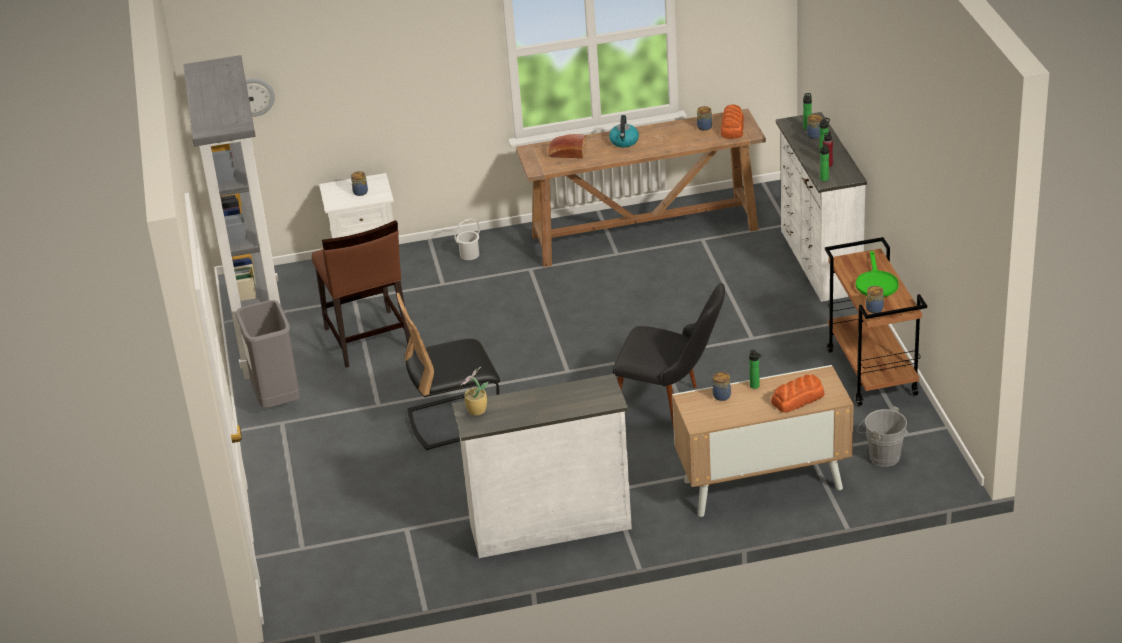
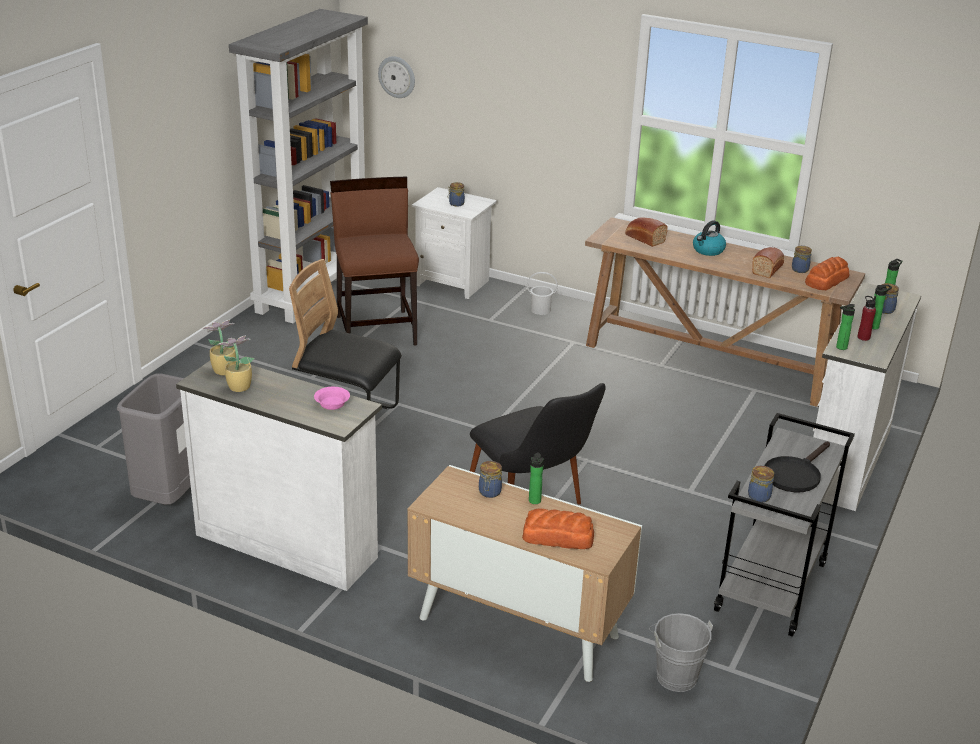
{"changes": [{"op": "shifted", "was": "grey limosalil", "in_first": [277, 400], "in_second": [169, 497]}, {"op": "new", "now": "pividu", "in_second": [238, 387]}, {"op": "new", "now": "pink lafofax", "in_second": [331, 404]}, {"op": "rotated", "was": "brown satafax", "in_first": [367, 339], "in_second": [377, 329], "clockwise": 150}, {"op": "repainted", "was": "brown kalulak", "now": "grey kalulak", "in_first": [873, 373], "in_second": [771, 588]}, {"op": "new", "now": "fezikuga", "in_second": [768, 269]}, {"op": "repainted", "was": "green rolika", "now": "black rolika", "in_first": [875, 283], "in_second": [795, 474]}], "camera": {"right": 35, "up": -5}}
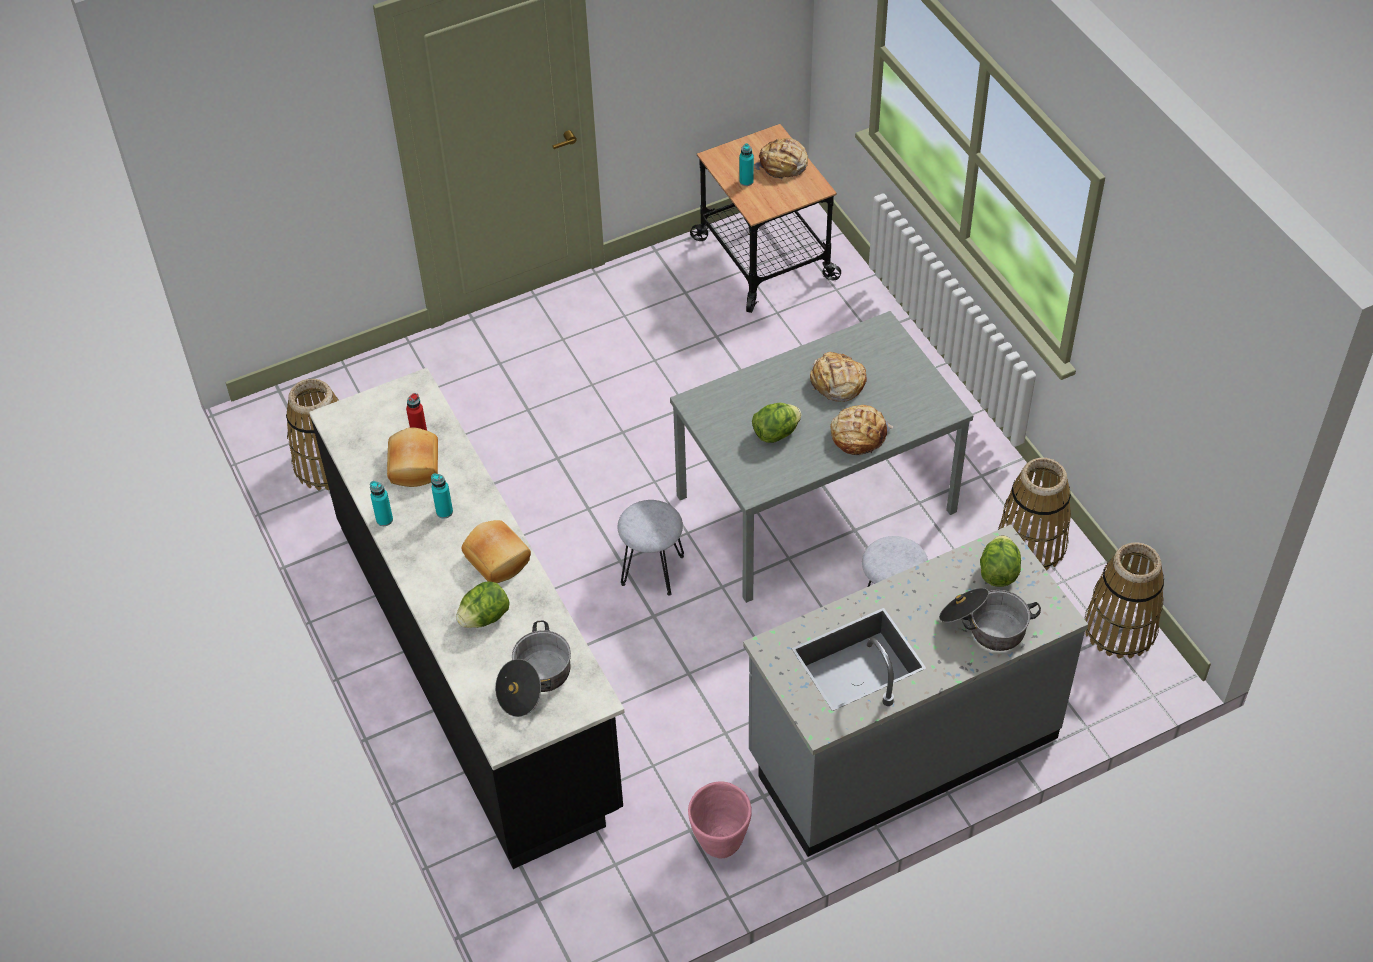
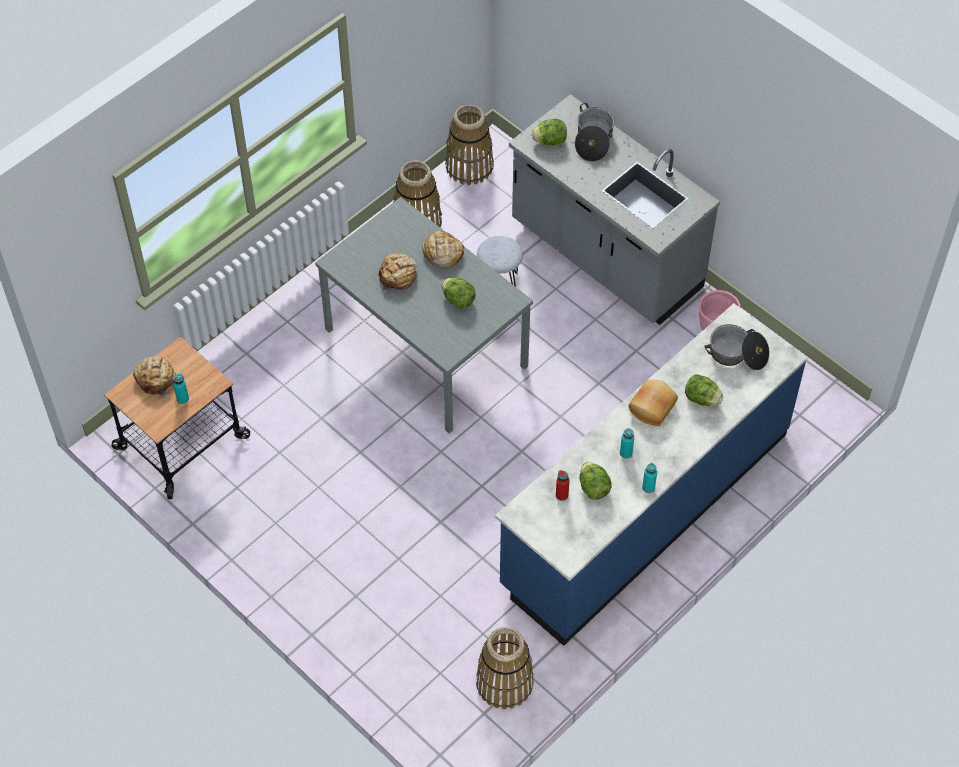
{"changes": [{"op": "repainted", "was": "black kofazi", "now": "blue kofazi", "in_first": [478, 664], "in_second": [644, 509]}, {"op": "swapped", "was": "fezikuga", "now": "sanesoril", "in_first": [413, 466], "in_second": [593, 488]}, {"op": "gone", "was": "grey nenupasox", "in_first": [652, 570]}], "camera": {"right": -110, "up": 5}}
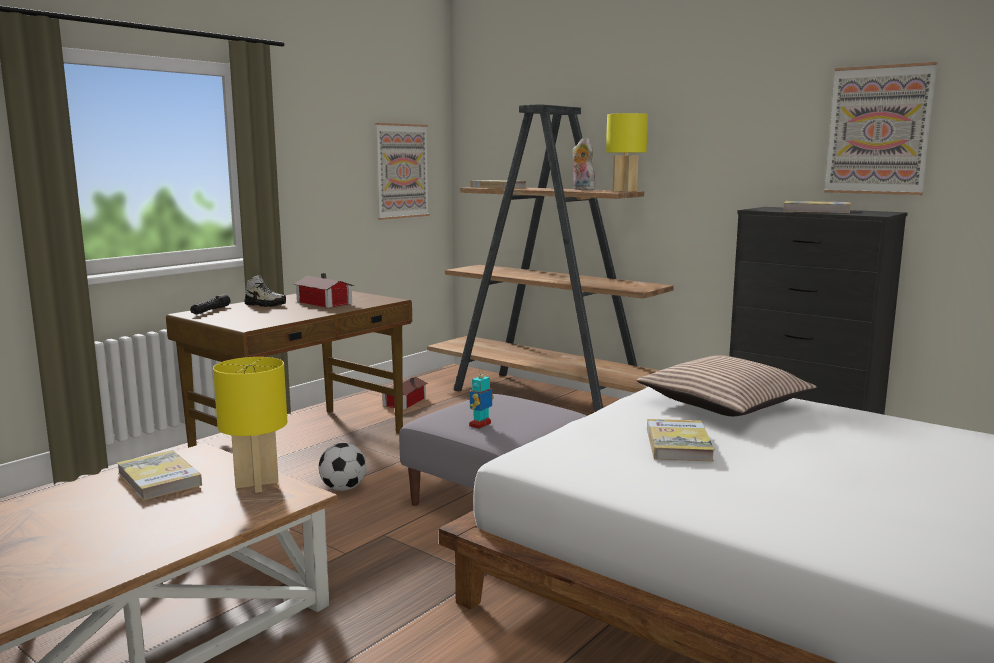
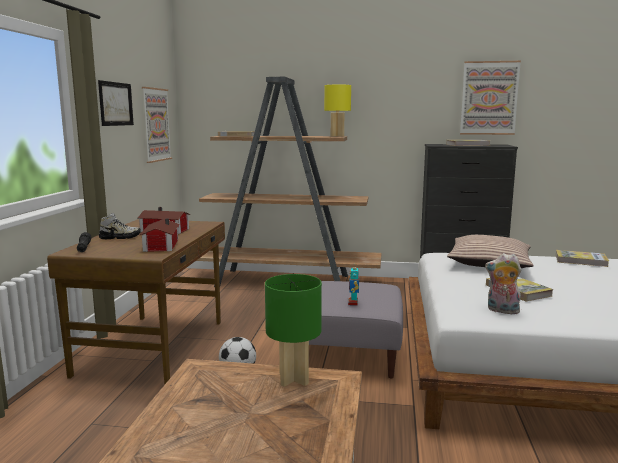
{"changes": [{"op": "new", "now": "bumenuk", "in_second": [116, 104]}, {"op": "shifted", "was": "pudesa", "in_first": [403, 402], "in_second": [159, 245]}, {"op": "repainted", "was": "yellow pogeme", "now": "green pogeme", "in_first": [256, 484], "in_second": [293, 379]}, {"op": "shifted", "was": "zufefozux", "in_first": [581, 189], "in_second": [501, 311]}, {"op": "shifted", "was": "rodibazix", "in_first": [159, 479], "in_second": [581, 261]}], "camera": {"right": -30, "up": 0}}
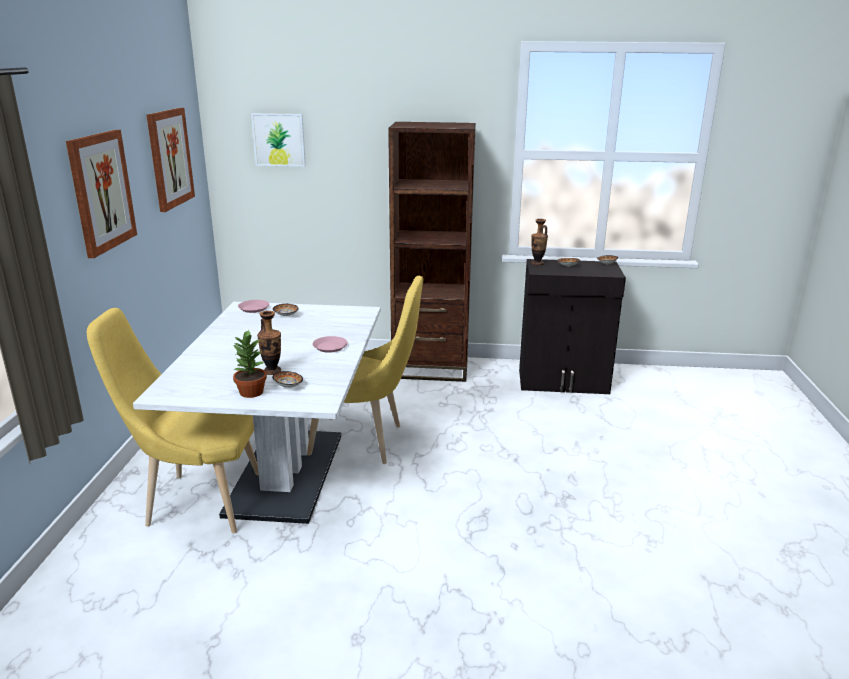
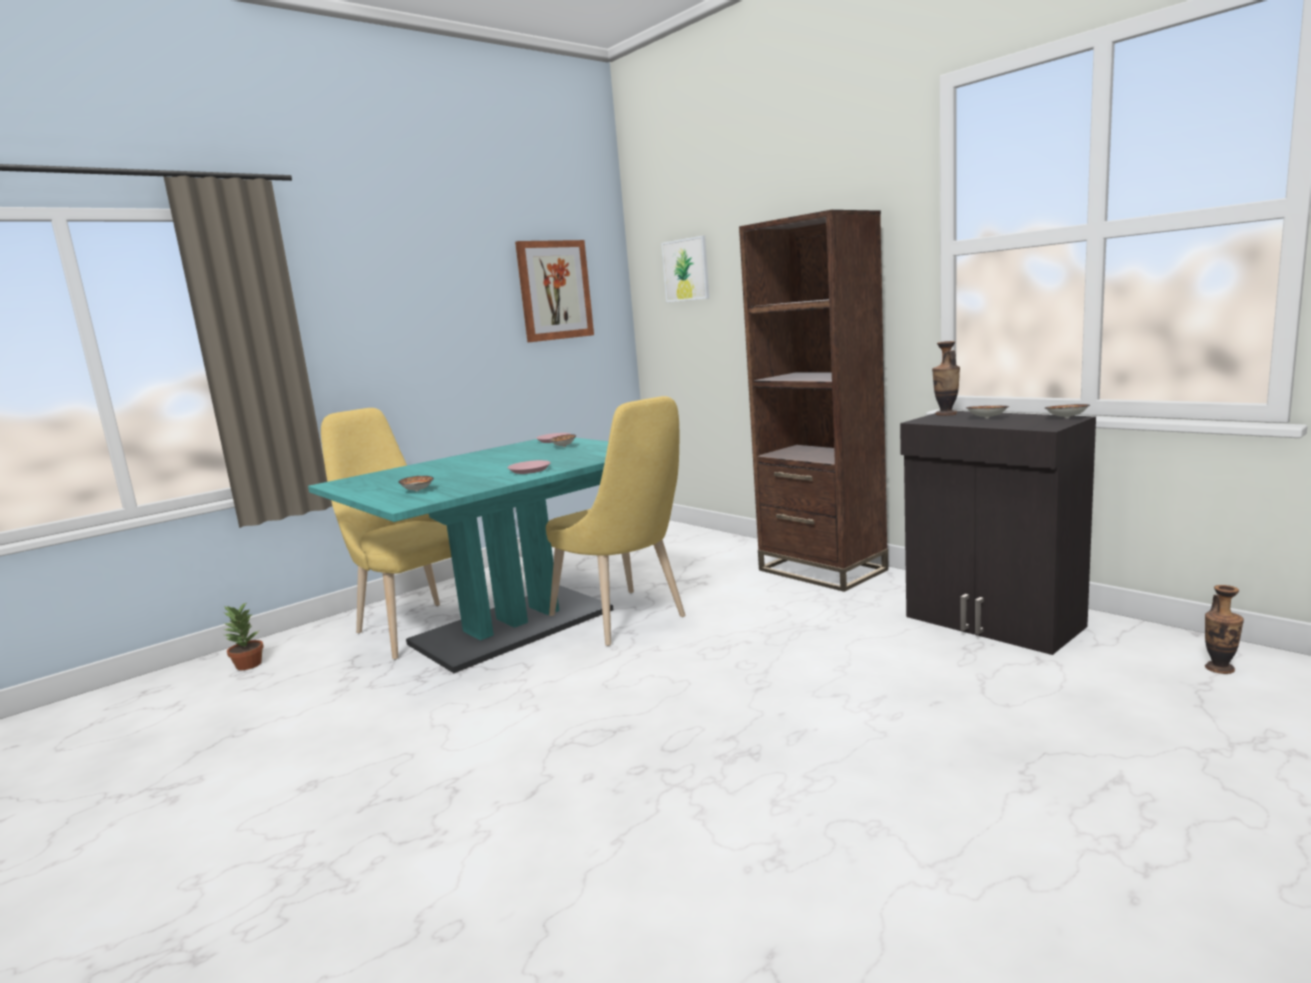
{"changes": [{"op": "shifted", "was": "pividu", "in_first": [251, 392], "in_second": [248, 665]}, {"op": "repainted", "was": "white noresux", "now": "turquoise noresux", "in_first": [286, 473], "in_second": [512, 627]}, {"op": "shifted", "was": "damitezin", "in_first": [272, 371], "in_second": [1219, 669]}, {"op": "gone", "was": "bumenuk", "in_first": [101, 192]}], "camera": {"right": 45, "up": -10}}
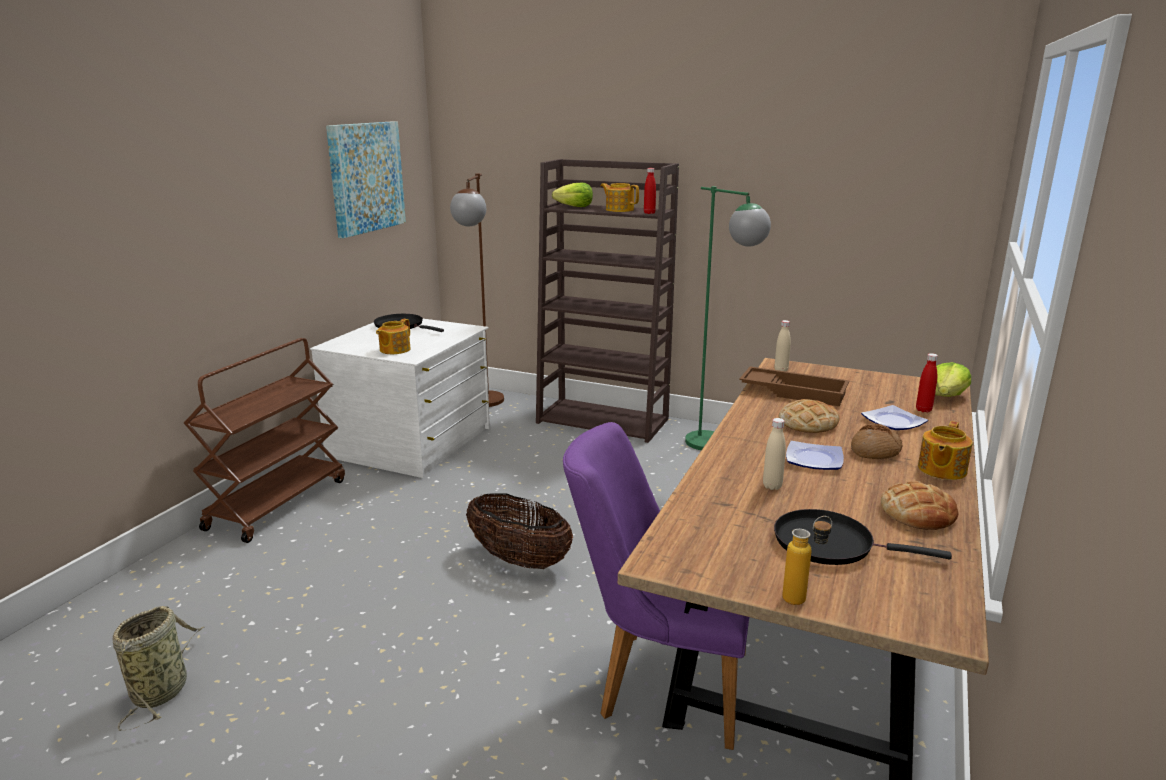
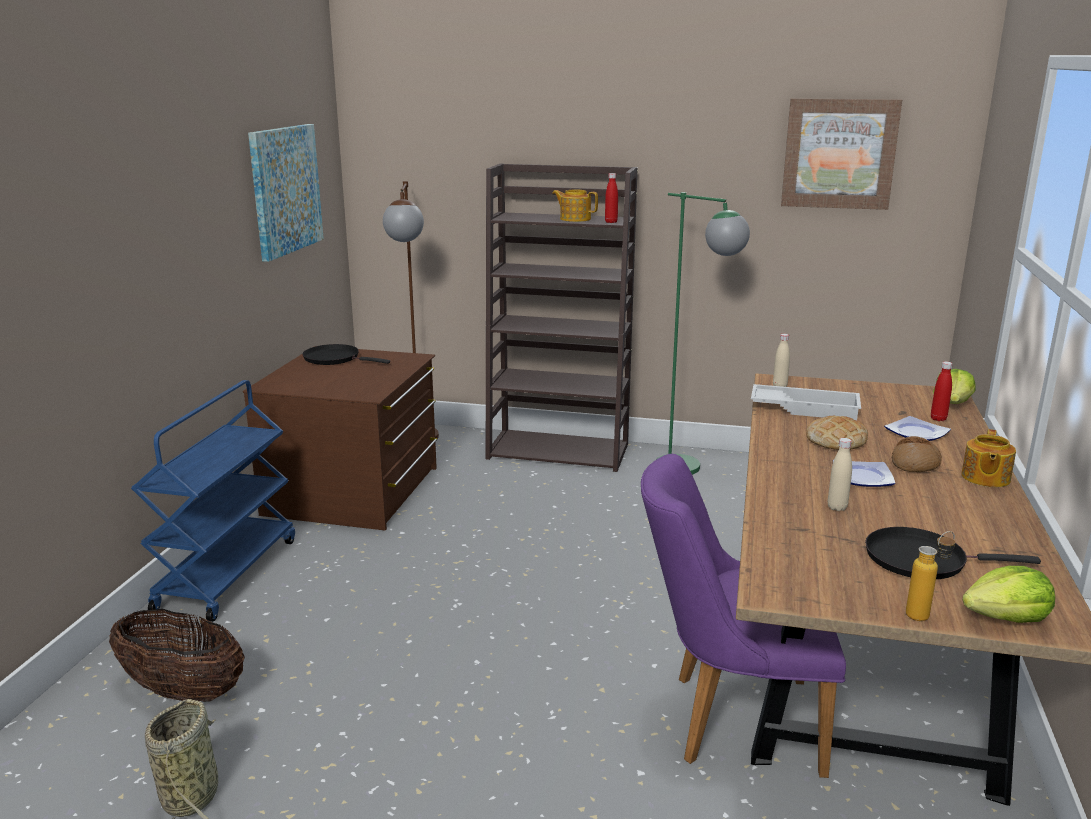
{"changes": [{"op": "shifted", "was": "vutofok", "in_first": [519, 560], "in_second": [183, 691]}, {"op": "repainted", "was": "brown kalulak", "now": "blue kalulak", "in_first": [277, 503], "in_second": [227, 573]}, {"op": "repainted", "was": "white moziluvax", "now": "brown moziluvax", "in_first": [412, 442], "in_second": [355, 491]}, {"op": "repainted", "was": "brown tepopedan", "now": "white tepopedan", "in_first": [794, 392], "in_second": [805, 408]}, {"op": "new", "now": "bumenuk", "in_second": [839, 153]}, {"op": "shifted", "was": "sanesoril", "in_first": [574, 207], "in_second": [1006, 618]}, {"op": "gone", "was": "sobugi", "in_first": [394, 350]}, {"op": "gone", "was": "fezikuga", "in_first": [917, 513]}], "camera": {"right": -10, "up": 0}}
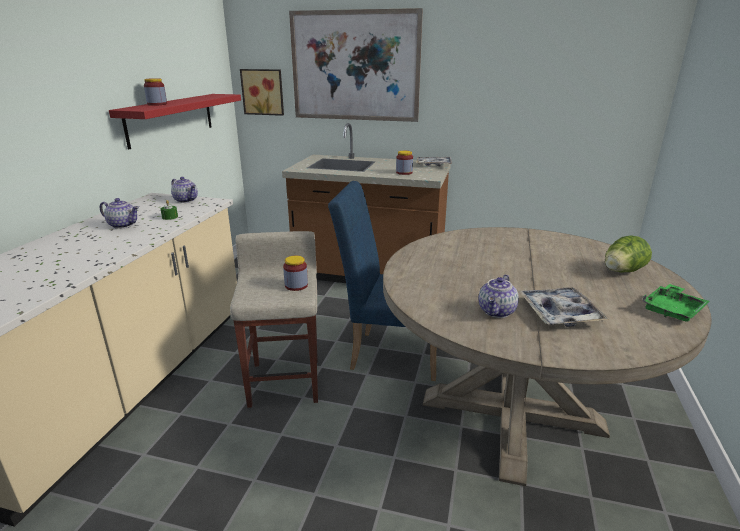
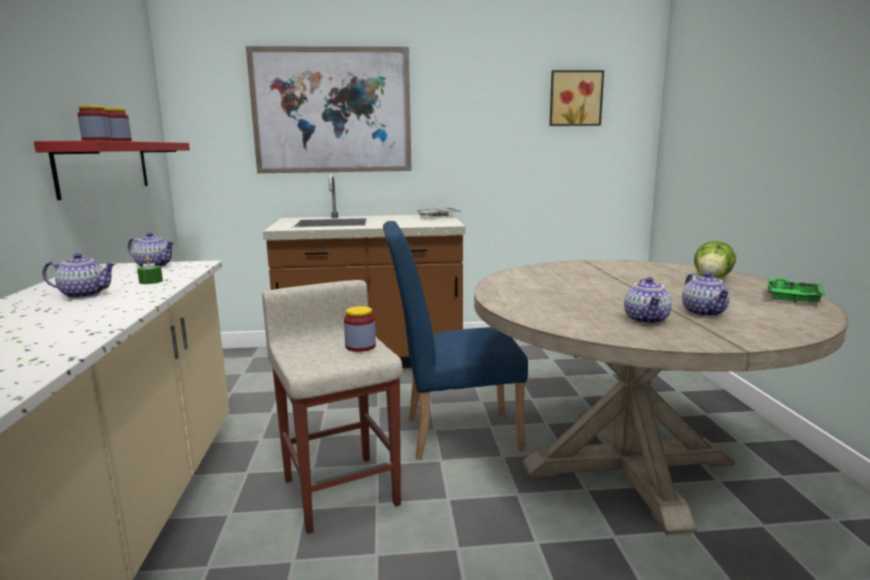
{"changes": [{"op": "shifted", "was": "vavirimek", "in_first": [404, 172], "in_second": [118, 141]}, {"op": "shifted", "was": "bumenuk", "in_first": [263, 92], "in_second": [575, 98]}, {"op": "swapped", "was": "tepopedan", "now": "sobugi", "in_first": [560, 313], "in_second": [705, 313]}], "camera": {"right": -20, "up": -10}}
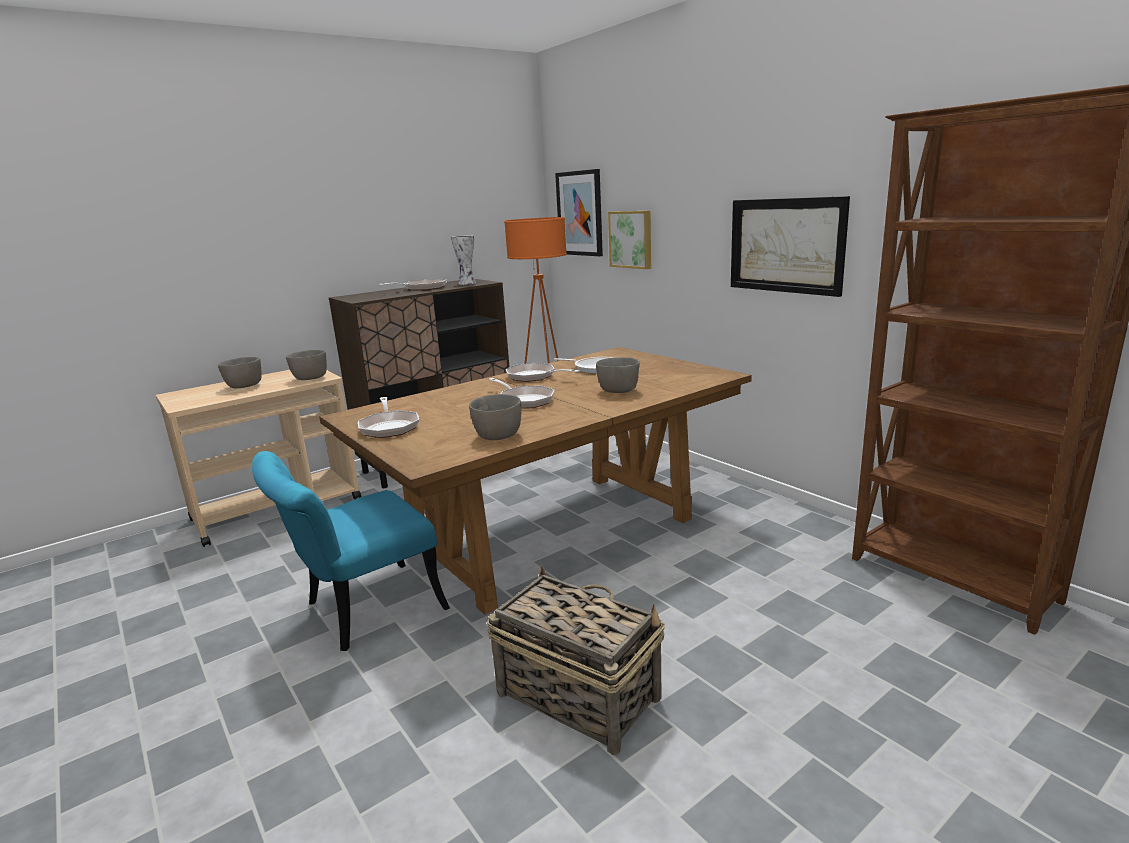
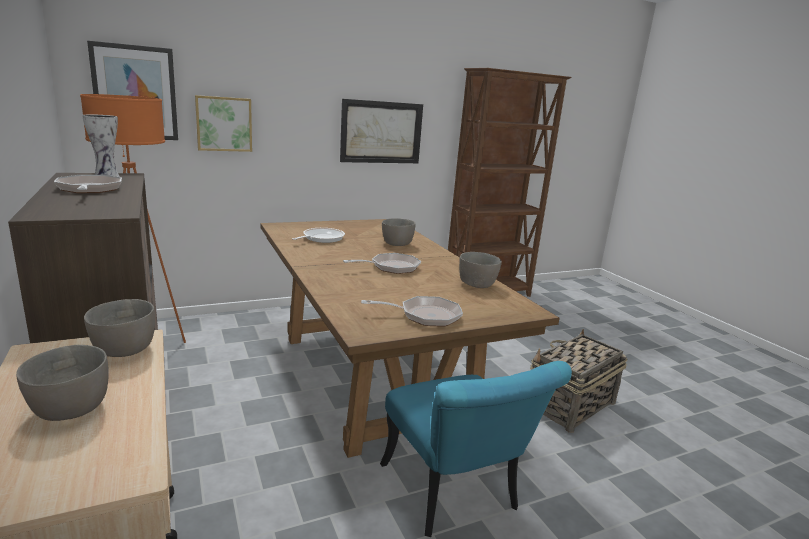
{"changes": [{"op": "gone", "was": "rolika", "in_first": [534, 377]}], "camera": {"right": -80, "up": 0}}
